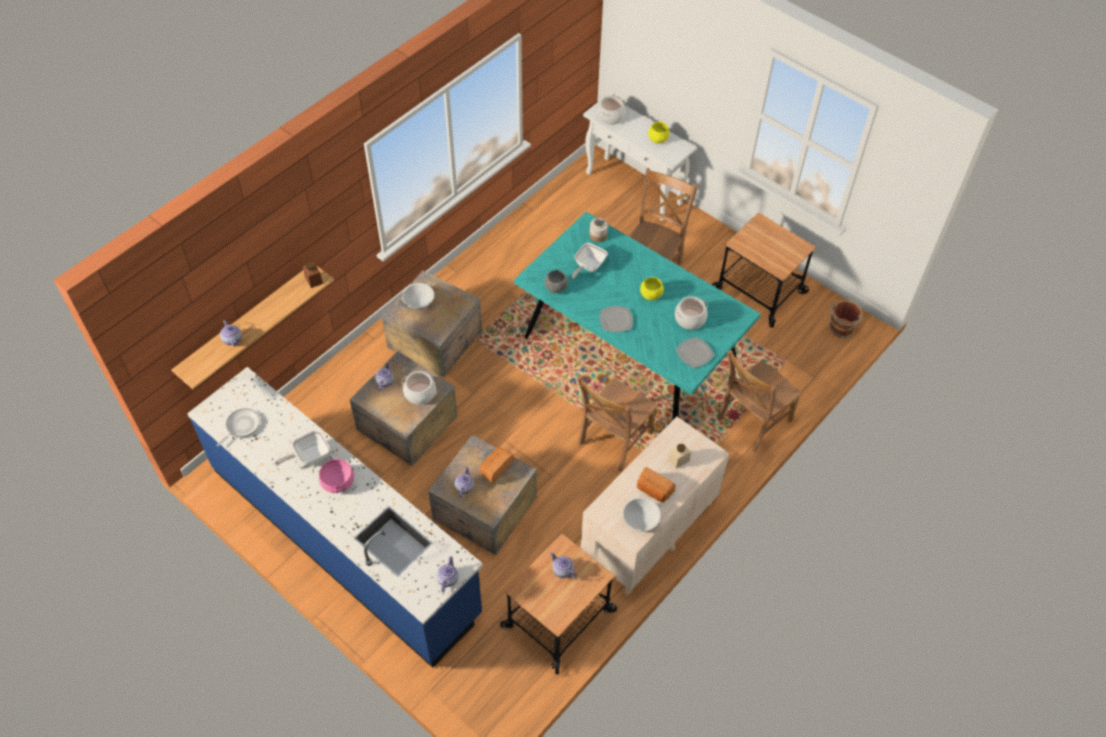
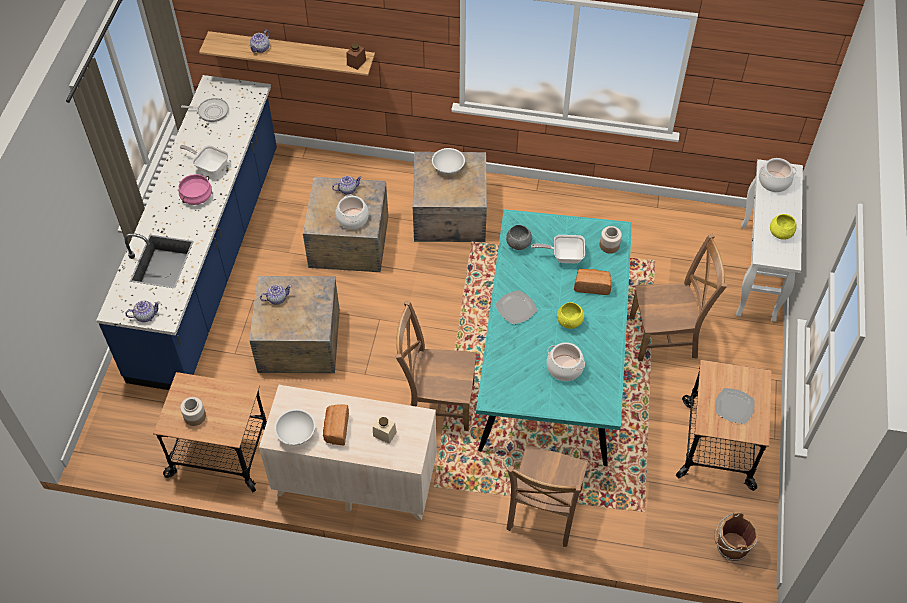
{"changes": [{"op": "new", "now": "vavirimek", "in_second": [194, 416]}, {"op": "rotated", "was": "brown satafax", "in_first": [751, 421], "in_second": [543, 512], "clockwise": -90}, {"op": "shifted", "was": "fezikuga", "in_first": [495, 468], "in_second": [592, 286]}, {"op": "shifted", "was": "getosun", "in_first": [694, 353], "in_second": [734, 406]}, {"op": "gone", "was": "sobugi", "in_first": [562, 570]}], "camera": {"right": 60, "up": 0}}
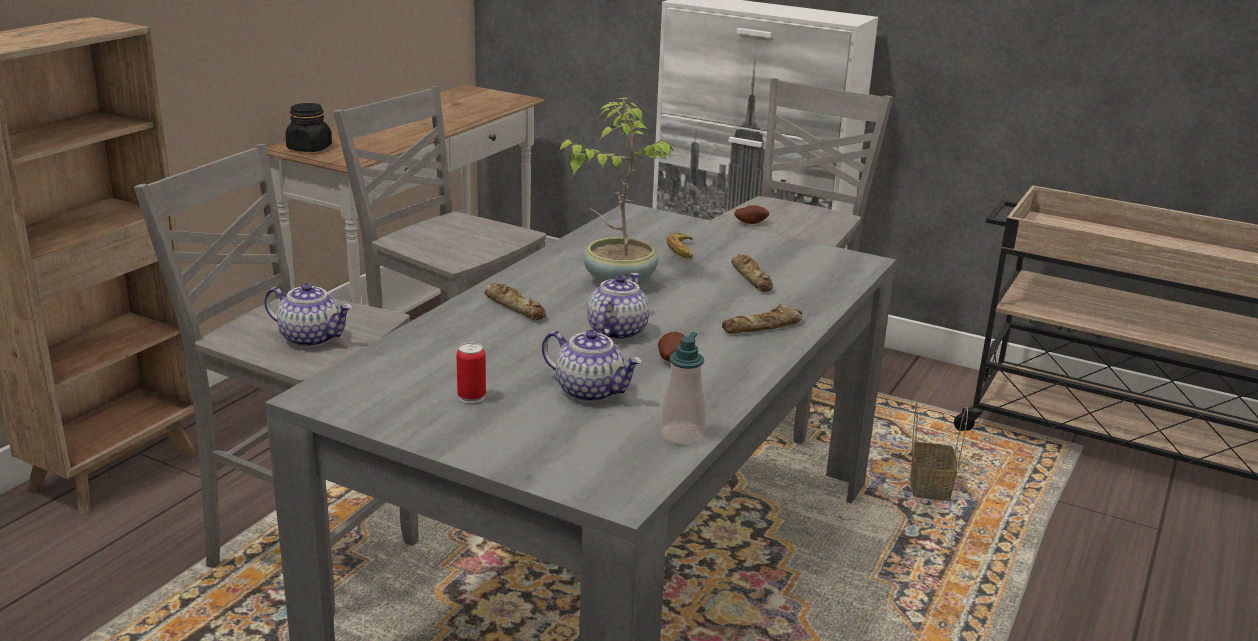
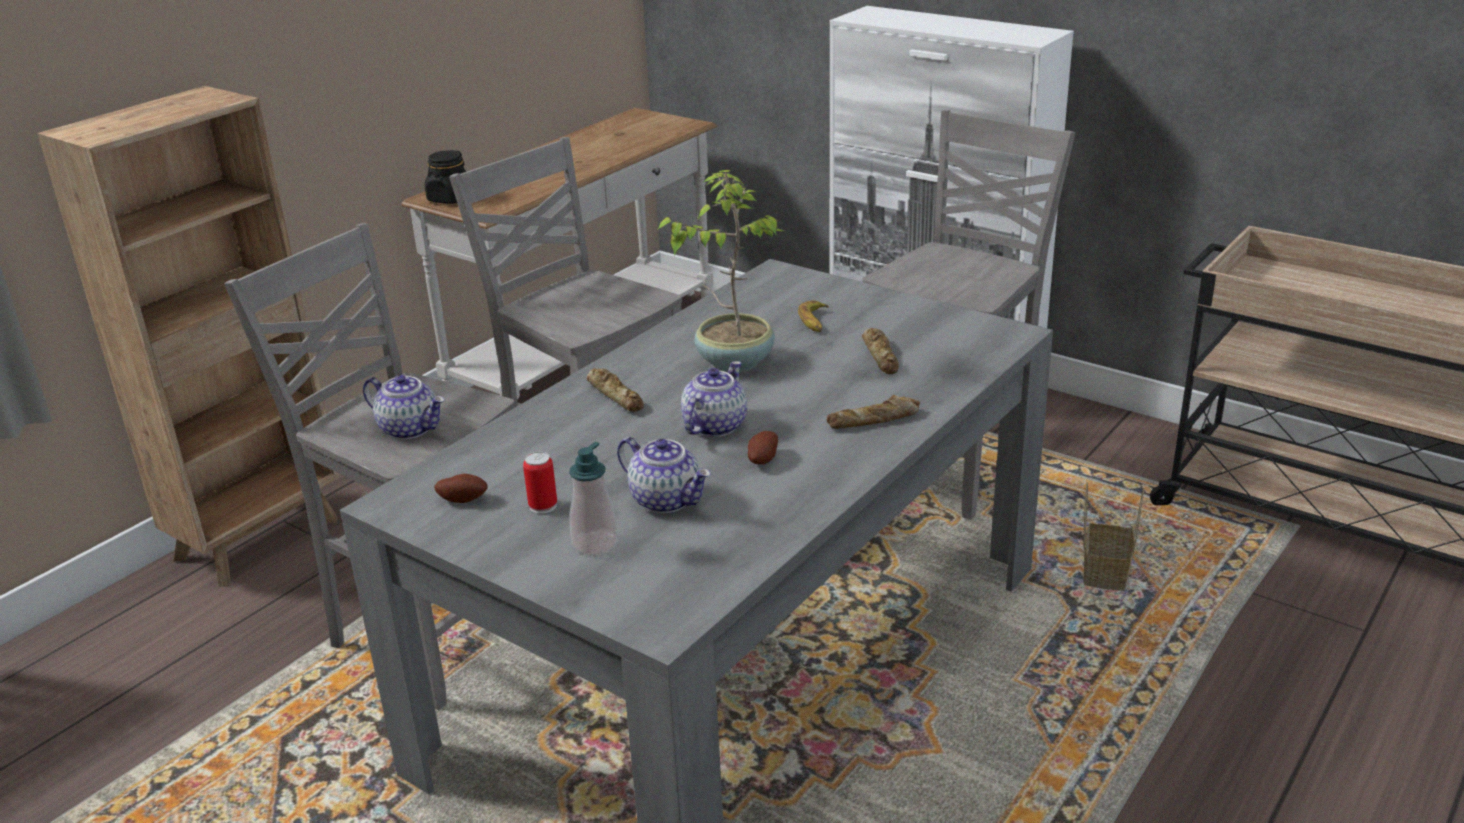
{"changes": [{"op": "shifted", "was": "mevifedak", "in_first": [751, 223], "in_second": [463, 499]}, {"op": "shifted", "was": "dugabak", "in_first": [682, 435], "in_second": [595, 544]}], "camera": {"right": 10, "up": 5}}
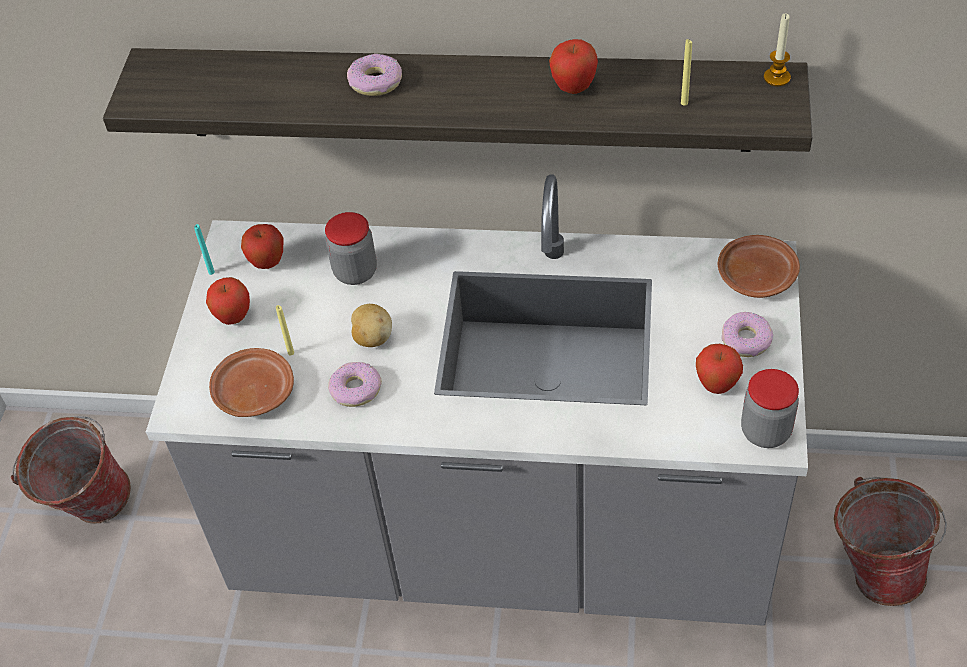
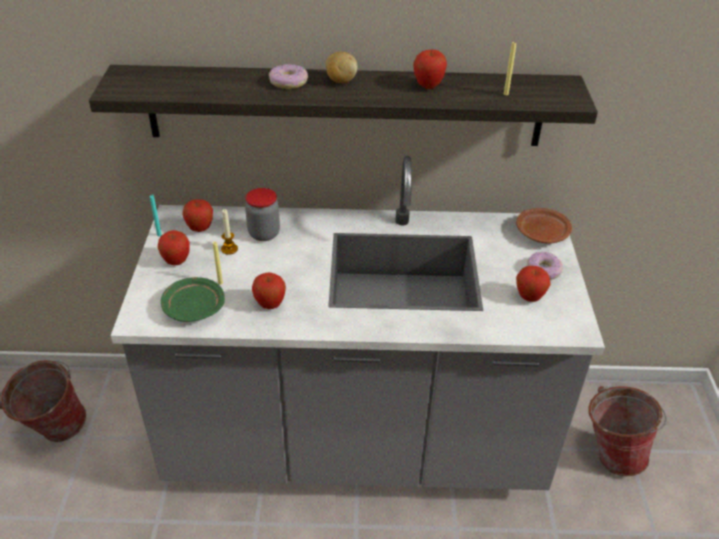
{"changes": [{"op": "repainted", "was": "brown getosun", "now": "green getosun", "in_first": [253, 392], "in_second": [193, 308]}, {"op": "shifted", "was": "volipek", "in_first": [776, 77], "in_second": [229, 249]}, {"op": "swapped", "was": "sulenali", "now": "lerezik", "in_first": [355, 389], "in_second": [270, 305]}, {"op": "shifted", "was": "mevifedak", "in_first": [372, 337], "in_second": [340, 81]}, {"op": "gone", "was": "vavirimek", "in_first": [765, 431]}], "camera": {"right": -10, "up": -10}}
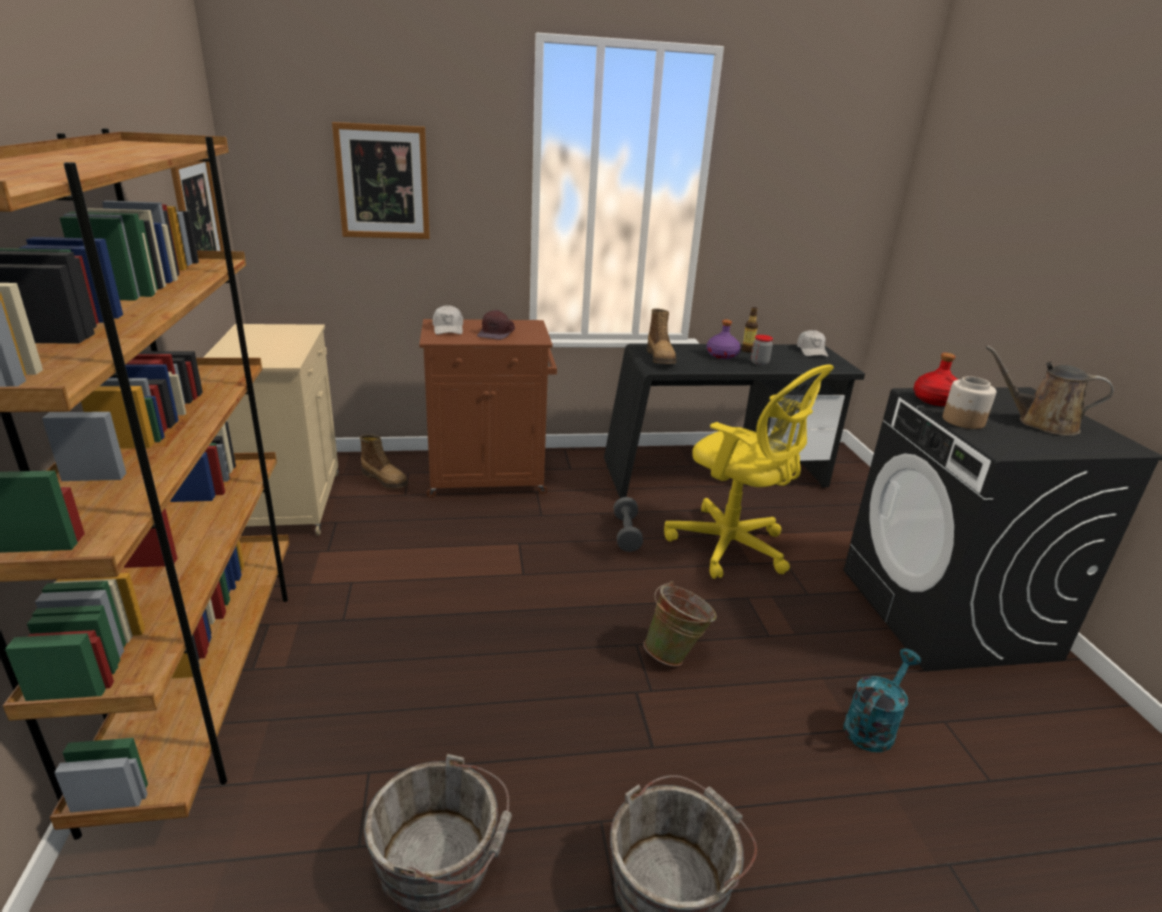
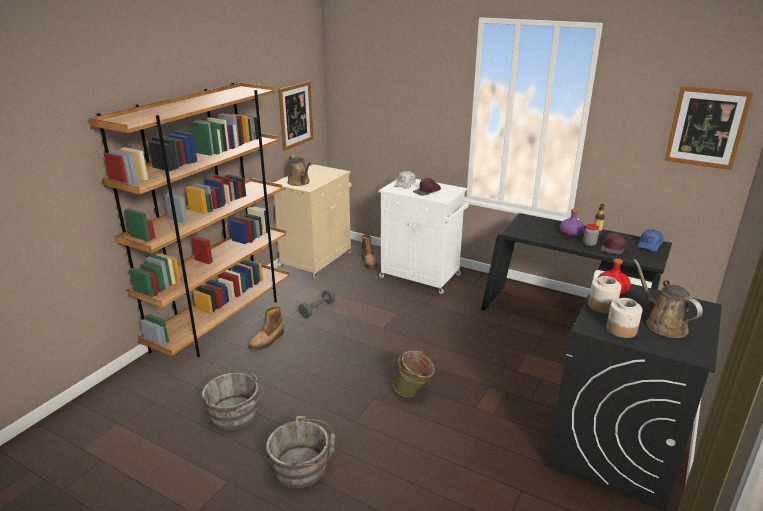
{"changes": [{"op": "shifted", "was": "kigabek", "in_first": [661, 358], "in_second": [267, 341]}, {"op": "new", "now": "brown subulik", "in_second": [299, 182]}, {"op": "shifted", "was": "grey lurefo", "in_first": [626, 534], "in_second": [317, 309]}, {"op": "repainted", "was": "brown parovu", "now": "white parovu", "in_first": [489, 478], "in_second": [421, 276]}, {"op": "new", "now": "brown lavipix", "in_second": [614, 247]}, {"op": "new", "now": "vavirimek", "in_second": [621, 329]}, {"op": "repainted", "was": "white lavipix", "now": "blue lavipix", "in_first": [811, 351], "in_second": [649, 245]}, {"op": "shifted", "was": "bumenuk", "in_first": [383, 182], "in_second": [706, 127]}, {"op": "gone", "was": "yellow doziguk", "in_first": [732, 548]}, {"op": "gone", "was": "turquoise subulik", "in_first": [872, 725]}], "camera": {"right": 40, "up": 0}}
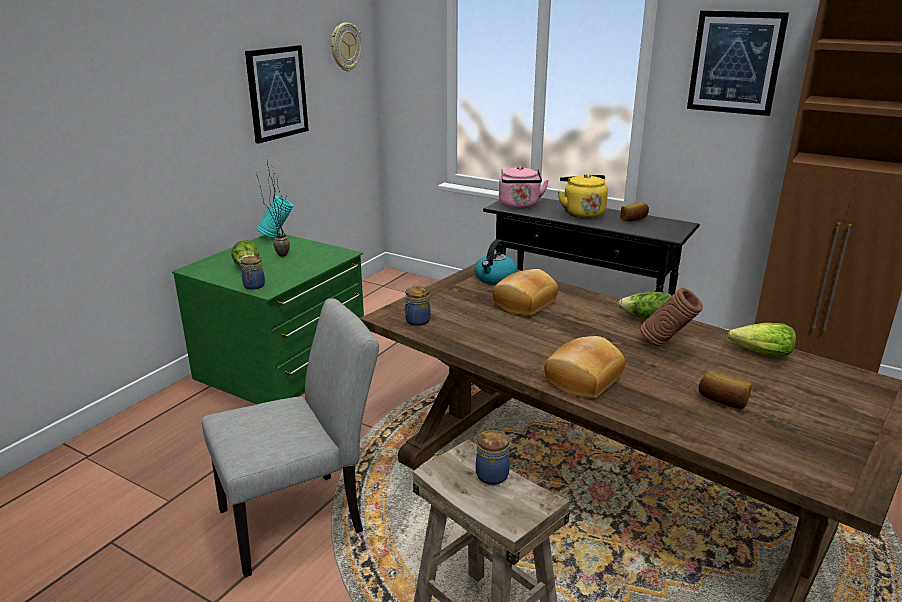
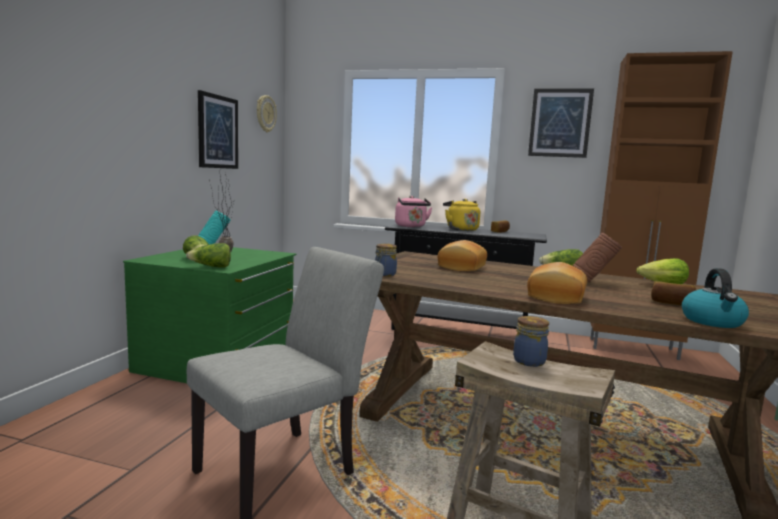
{"changes": [{"op": "swapped", "was": "vavirimek", "now": "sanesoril", "in_first": [253, 286], "in_second": [211, 267]}, {"op": "shifted", "was": "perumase", "in_first": [495, 279], "in_second": [713, 321]}], "camera": {"right": -15, "up": -15}}
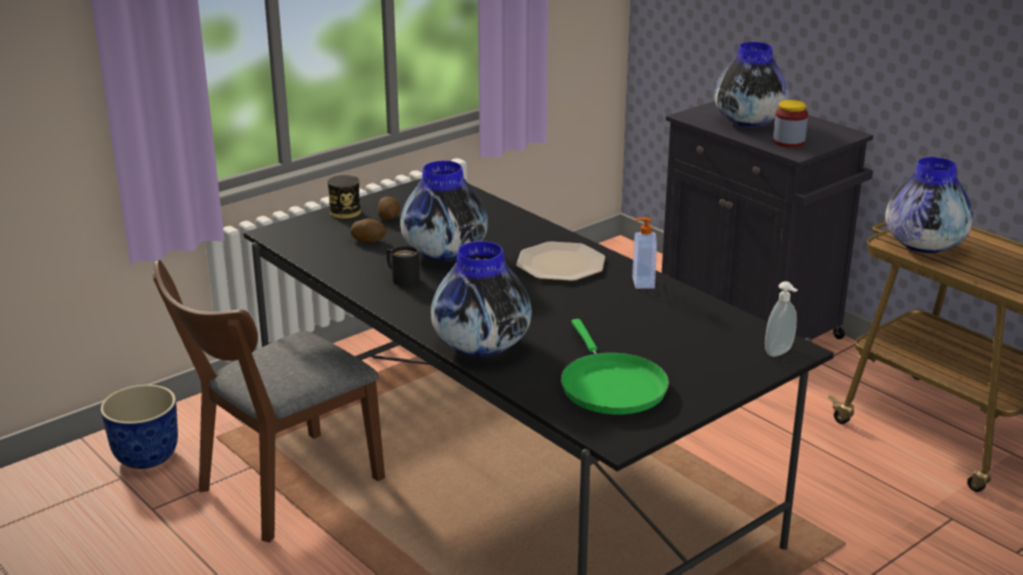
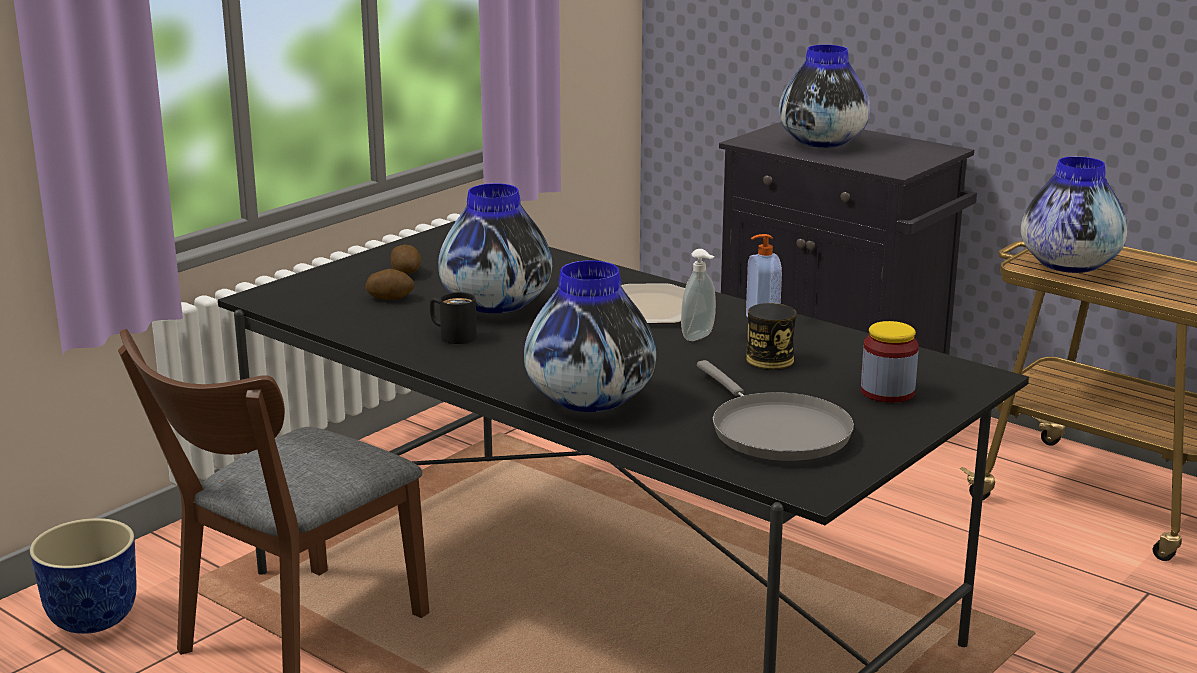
{"changes": [{"op": "shifted", "was": "dugabak", "in_first": [780, 353], "in_second": [699, 337]}, {"op": "repainted", "was": "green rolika", "now": "grey rolika", "in_first": [610, 385], "in_second": [775, 431]}, {"op": "shifted", "was": "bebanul", "in_first": [345, 212], "in_second": [770, 360]}, {"op": "shifted", "was": "vavirimek", "in_first": [788, 142], "in_second": [887, 392]}], "camera": {"right": -10, "up": -5}}
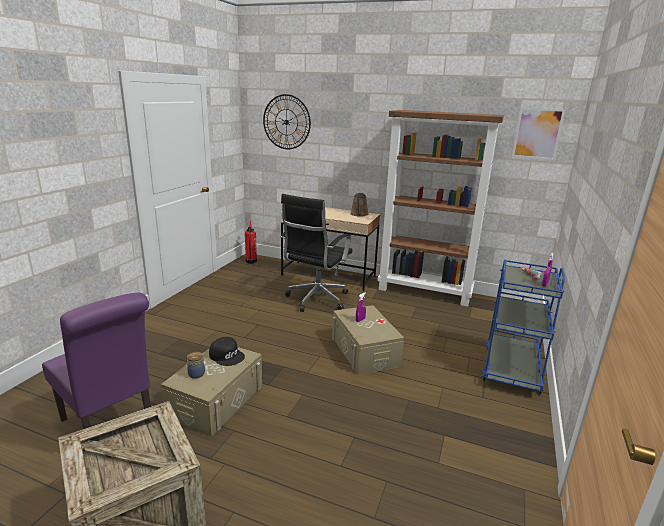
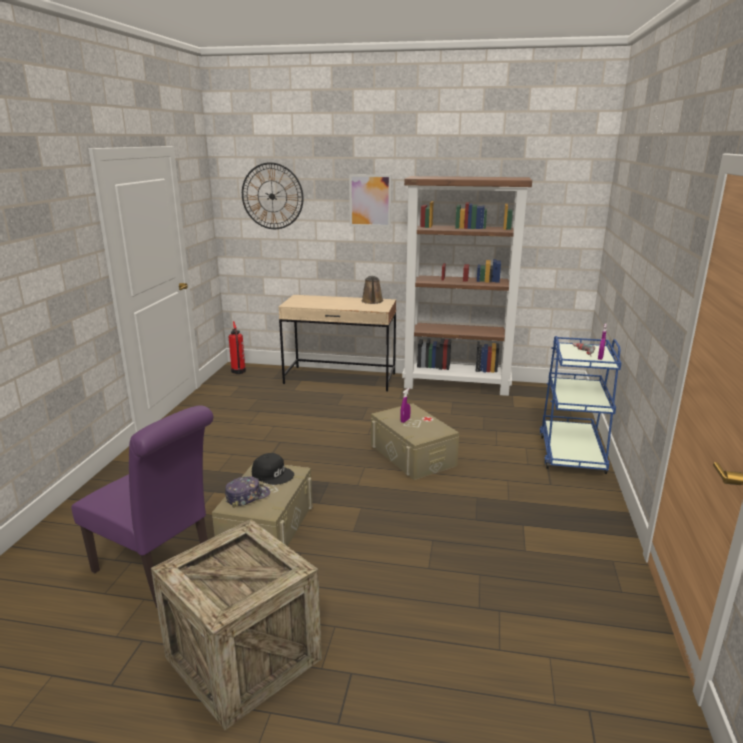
{"changes": [{"op": "swapped", "was": "vavirimek", "now": "lavipix", "in_first": [196, 374], "in_second": [247, 496]}, {"op": "shifted", "was": "bumenuk", "in_first": [537, 133], "in_second": [370, 200]}, {"op": "gone", "was": "black doziguk", "in_first": [315, 300]}], "camera": {"right": -10, "up": 0}}
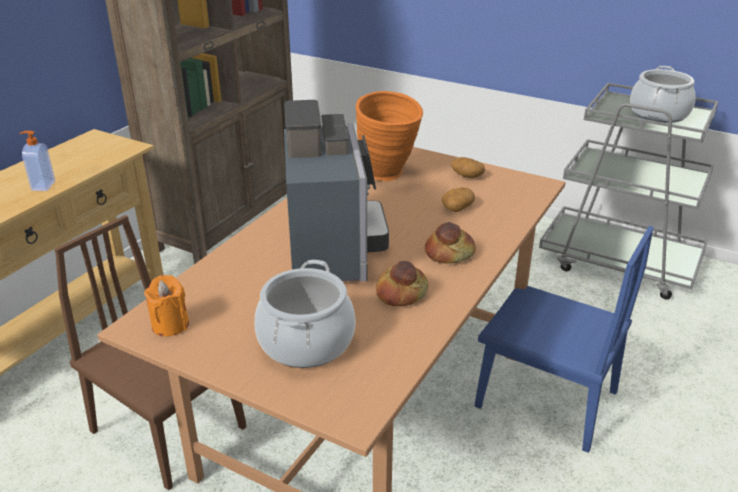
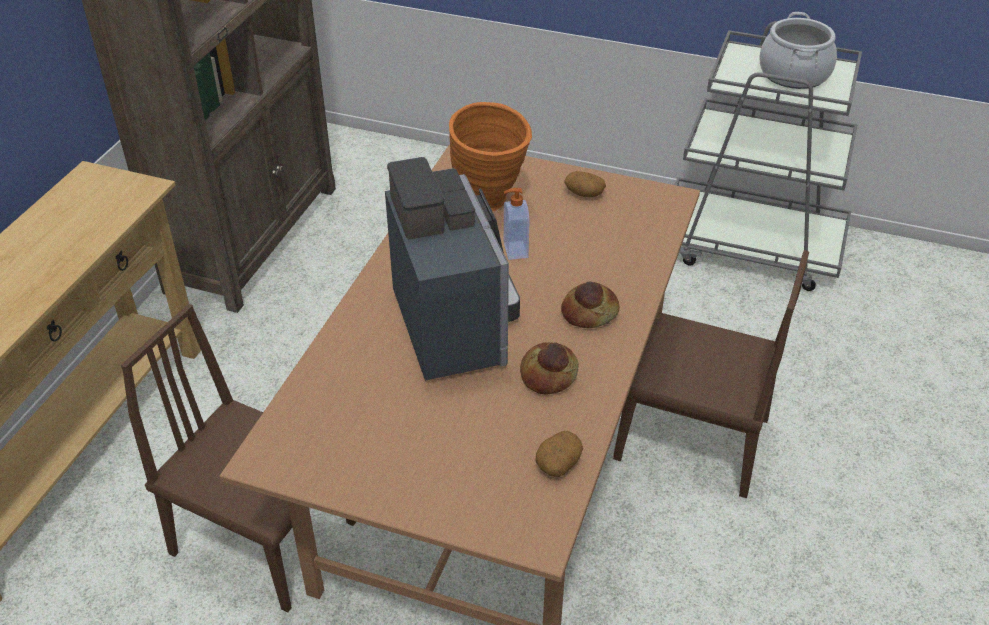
{"changes": [{"op": "shifted", "was": "dugabak", "in_first": [42, 186], "in_second": [514, 250]}, {"op": "shifted", "was": "mevifedak", "in_first": [457, 207], "in_second": [558, 462]}, {"op": "repainted", "was": "blue satafax", "now": "brown satafax", "in_first": [546, 399], "in_second": [691, 439]}, {"op": "gone", "was": "orange volipek", "in_first": [170, 325]}, {"op": "gone", "was": "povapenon", "in_first": [305, 342]}], "camera": {"right": -10, "up": 10}}
